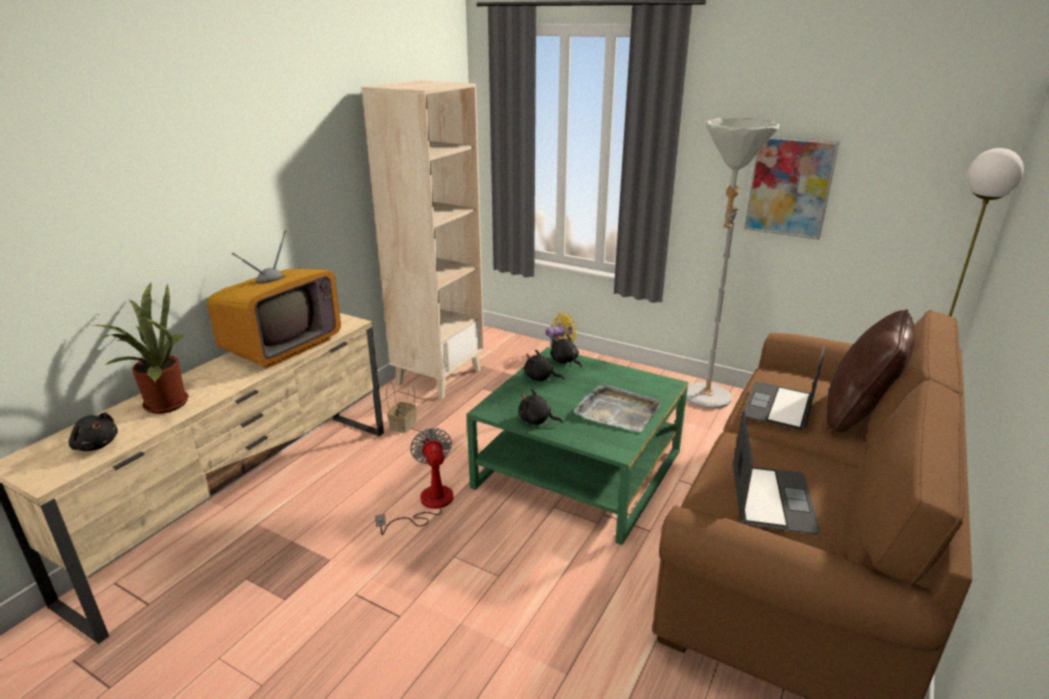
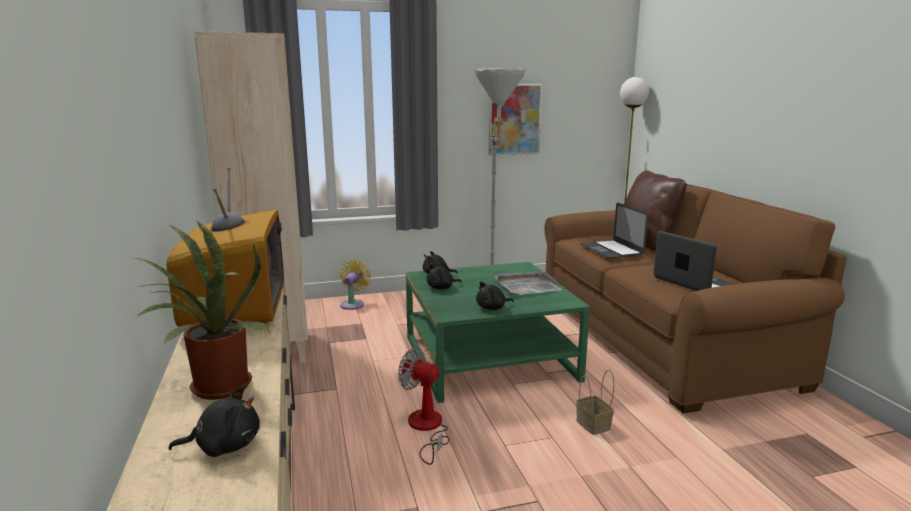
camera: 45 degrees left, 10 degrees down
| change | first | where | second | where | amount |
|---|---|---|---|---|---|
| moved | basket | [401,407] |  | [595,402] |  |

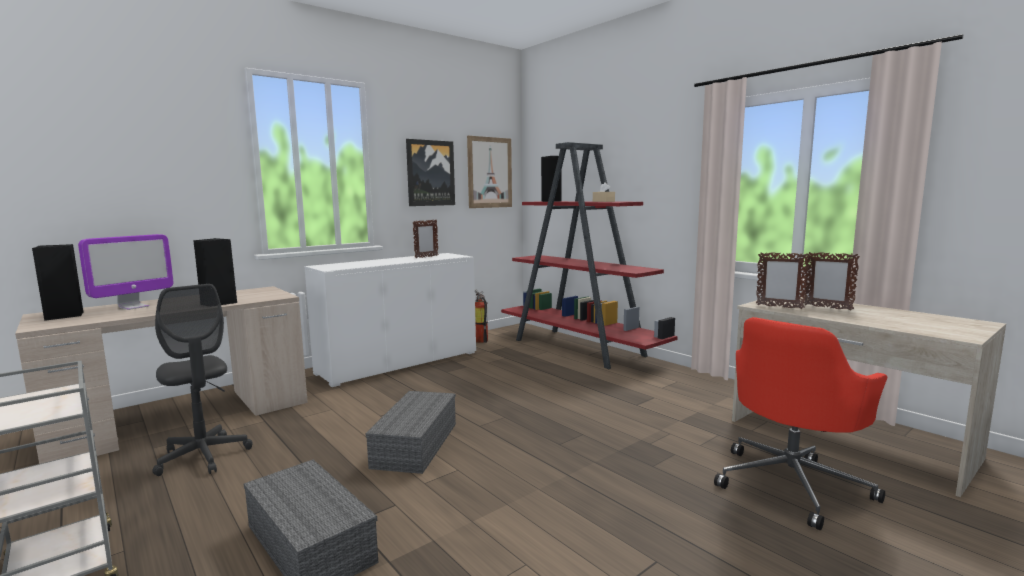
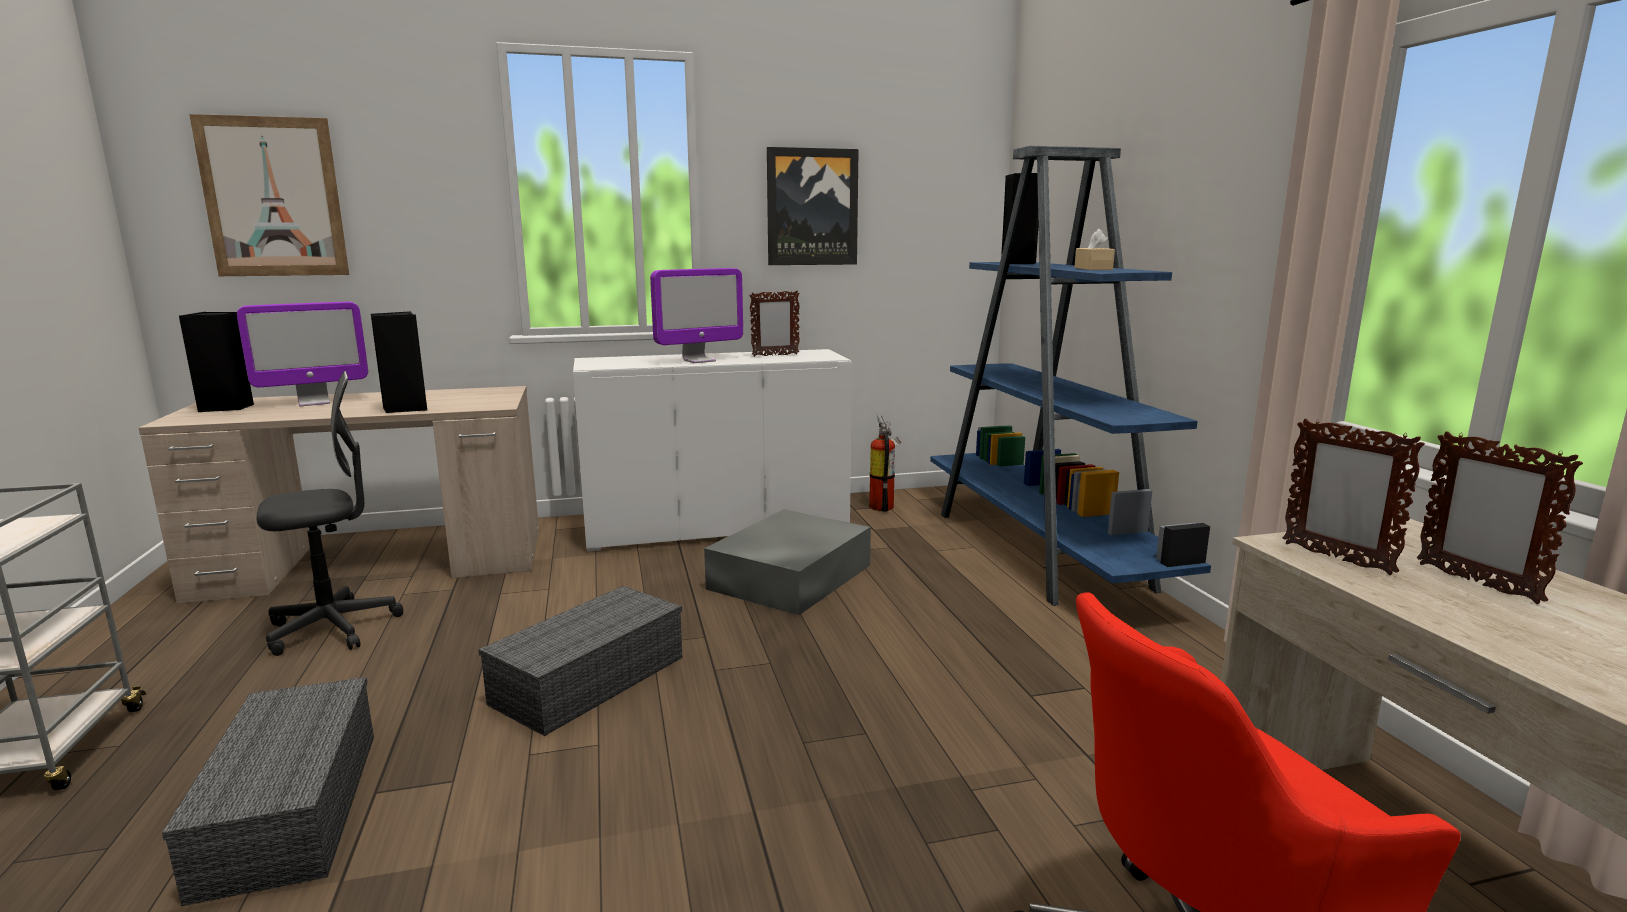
camera: 25 degrees right, 5 degrees up
| change | first | where | second | where | amount |
|---|---|---|---|---|---|
| moved | picture | [489,172] |  | [269,195] |  |
| recoloured | red bookcase | [589,255] | blue bookcase | [1070,376] |  |
| turned | grey office chair | [202,380] |  | [330,513] | 105 degrees counterclockwise |
| added |  |  | monitor | [696,315] |  |
| added |  |  | grey storage box | [787,562] |  |

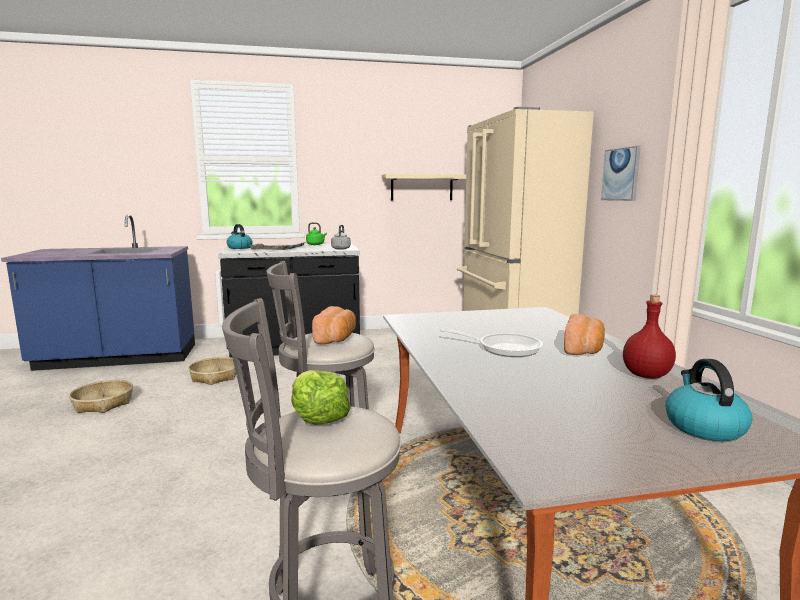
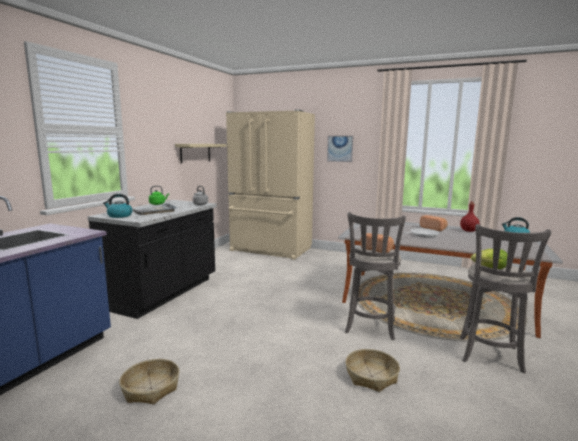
camera: 55 degrees left, 0 degrees up
| change | first | where | second | where | amount |
|---|---|---|---|---|---|
| moved | basket | [212,371] |  | [373,370] |  |

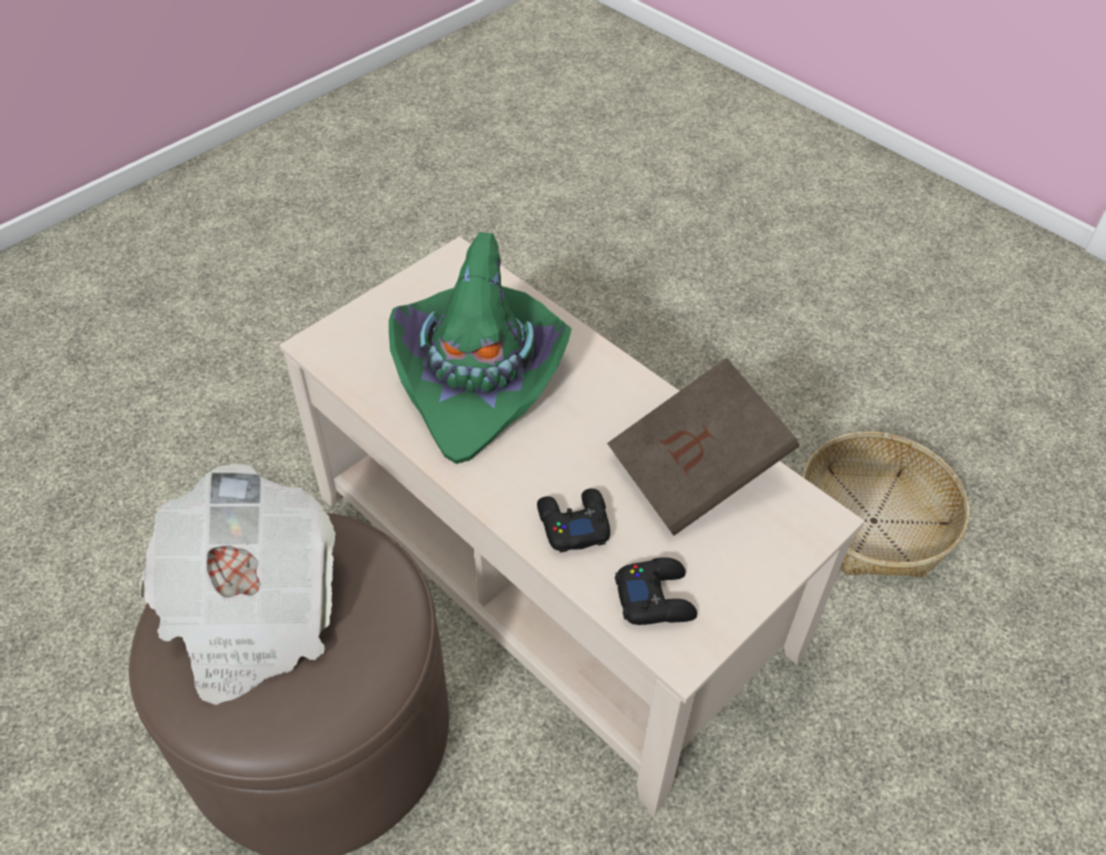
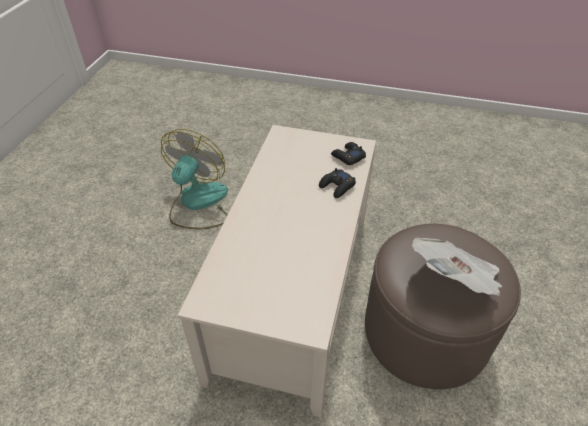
camera: 120 degrees left, 5 degrees down
| change | first | where | second | where | amount |
|---|---|---|---|---|---|
| removed | green hat | [480,348] |  |  |  |
| removed | brown book | [703,447] |  |  |  |
| replaced | basket | [885,504] | fan | [194,179] |  |

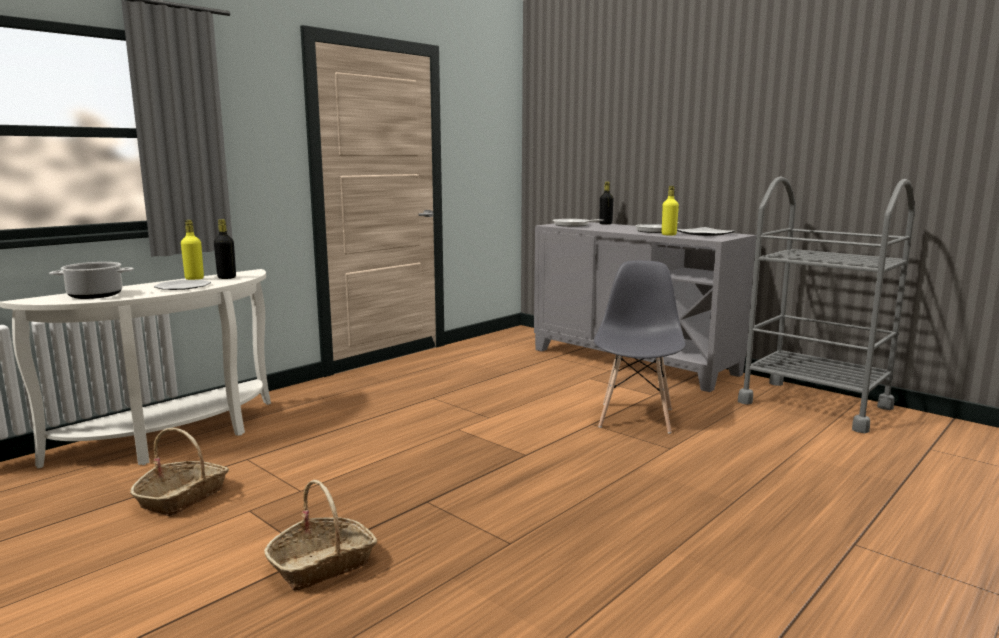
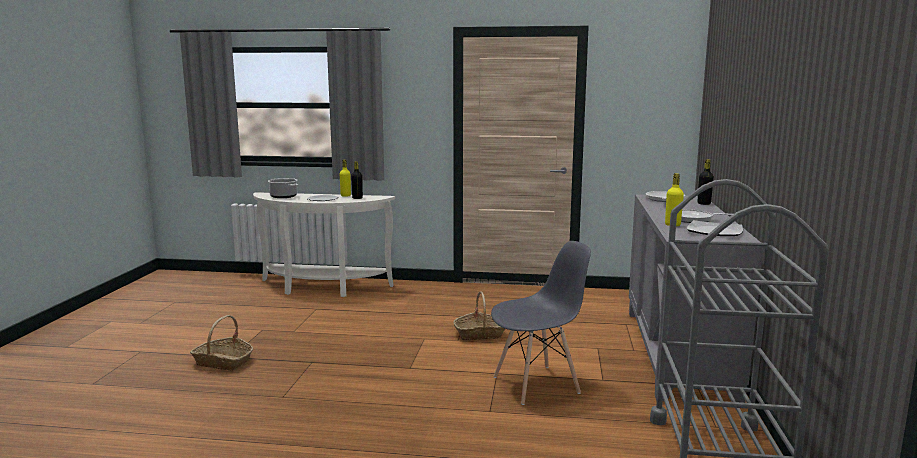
camera: 55 degrees right, 0 degrees up
| change | first | where | second | where | amount |
|---|---|---|---|---|---|
| moved | basket | [179,472] |  | [479,316] |  |

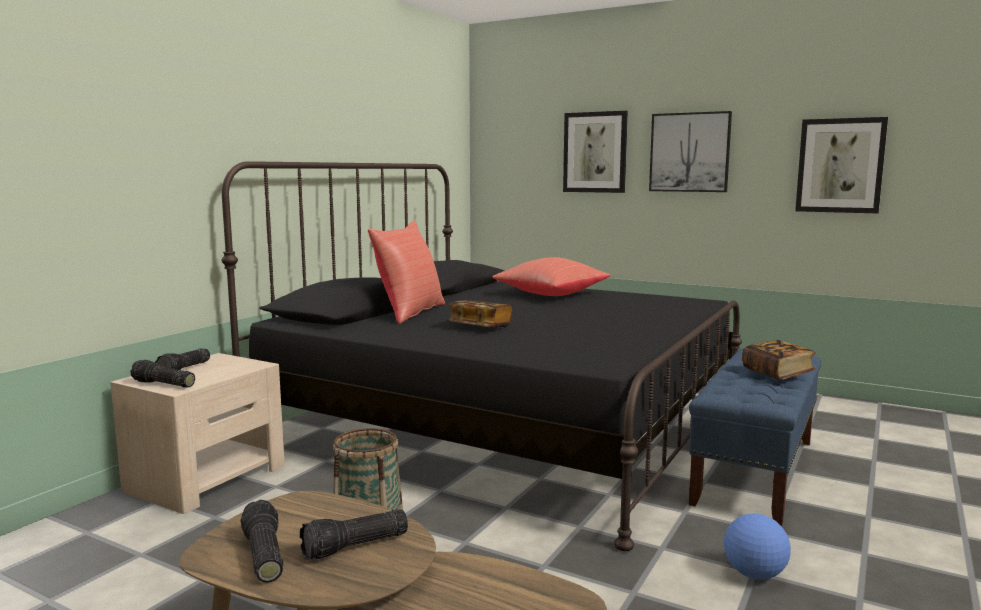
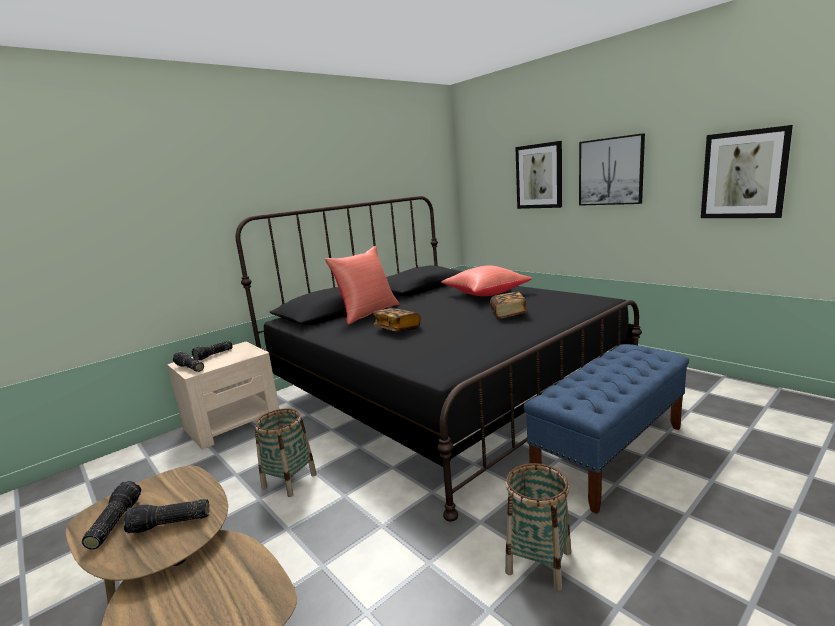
camera: 20 degrees right, 5 degrees up
| change | first | where | second | where | amount |
|---|---|---|---|---|---|
| moved | book | [779,360] |  | [509,305] |  |
| replaced | football | [757,546] | basket | [538,527] |  |

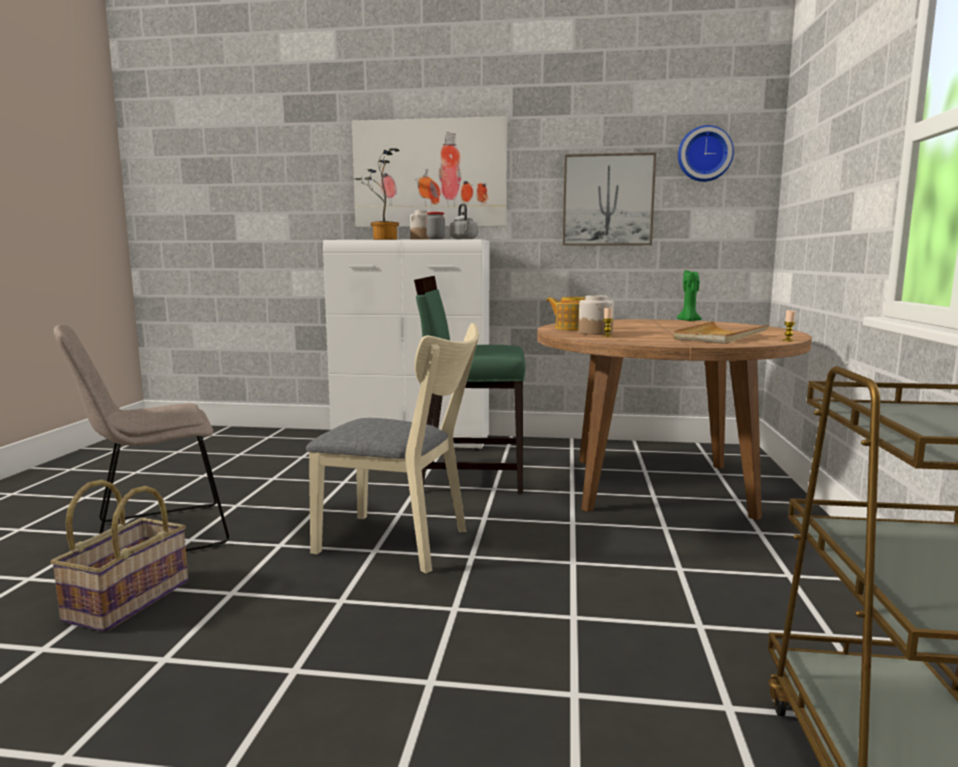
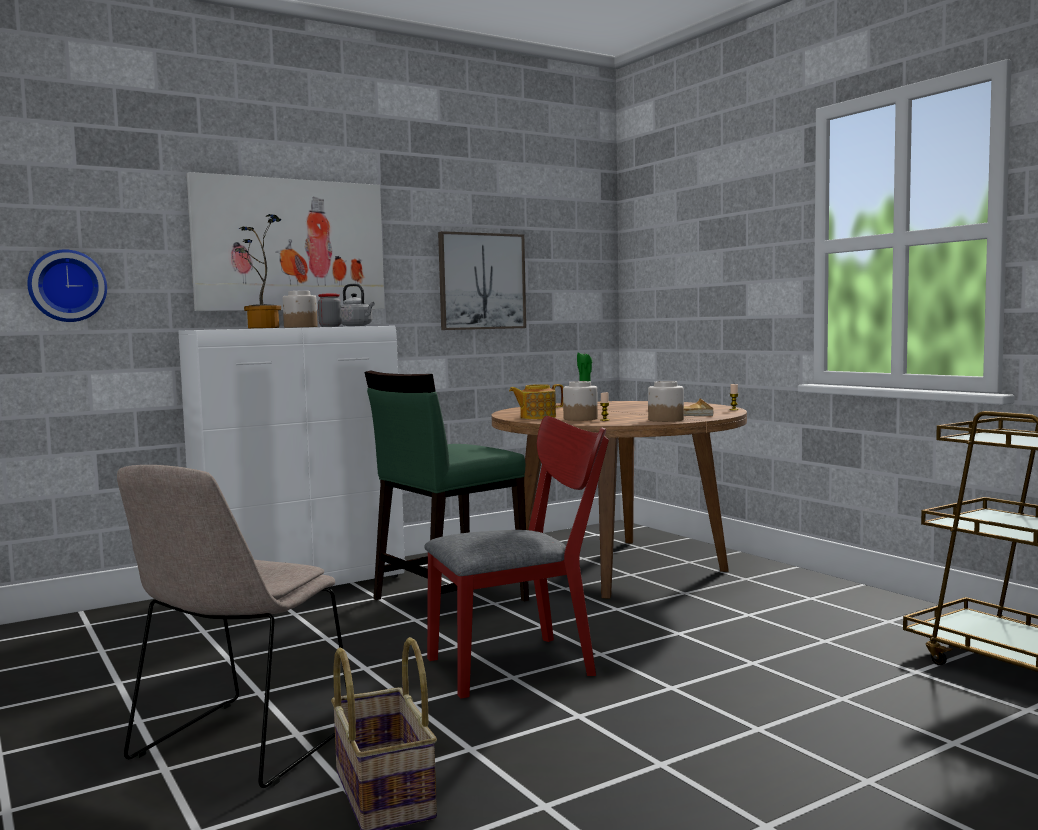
camera: 40 degrees left, 5 degrees down
| change | first | where | second | where | amount |
|---|---|---|---|---|---|
| moved | wall clock | [706,153] |  | [67,285] |  |
| recoloured | beige chair | [392,448] | red chair | [517,557] |  |
| added |  |  | jar | [666,401] |  |

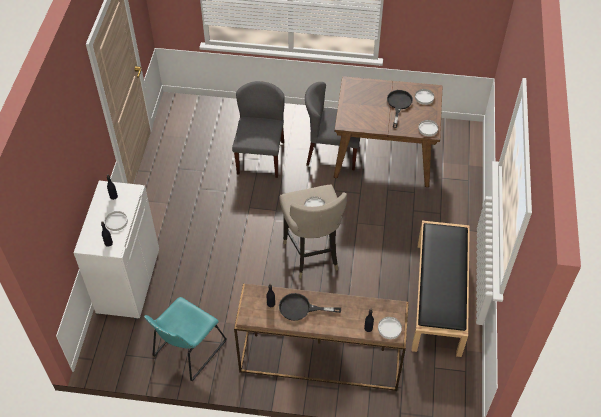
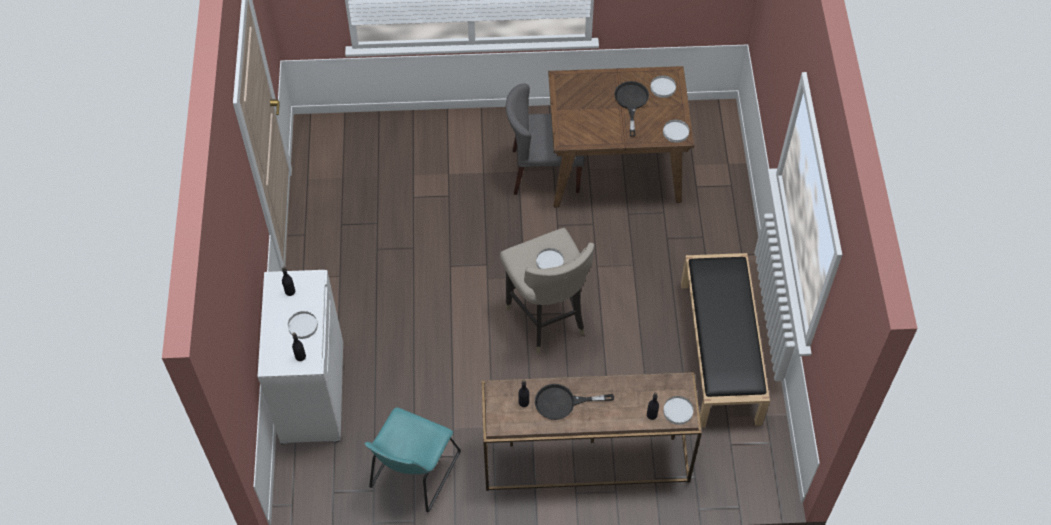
camera: 10 degrees left, 5 degrees up
| change | first | where | second | where | amount |
|---|---|---|---|---|---|
| removed | grey chair | [258,129] |  |  |  |

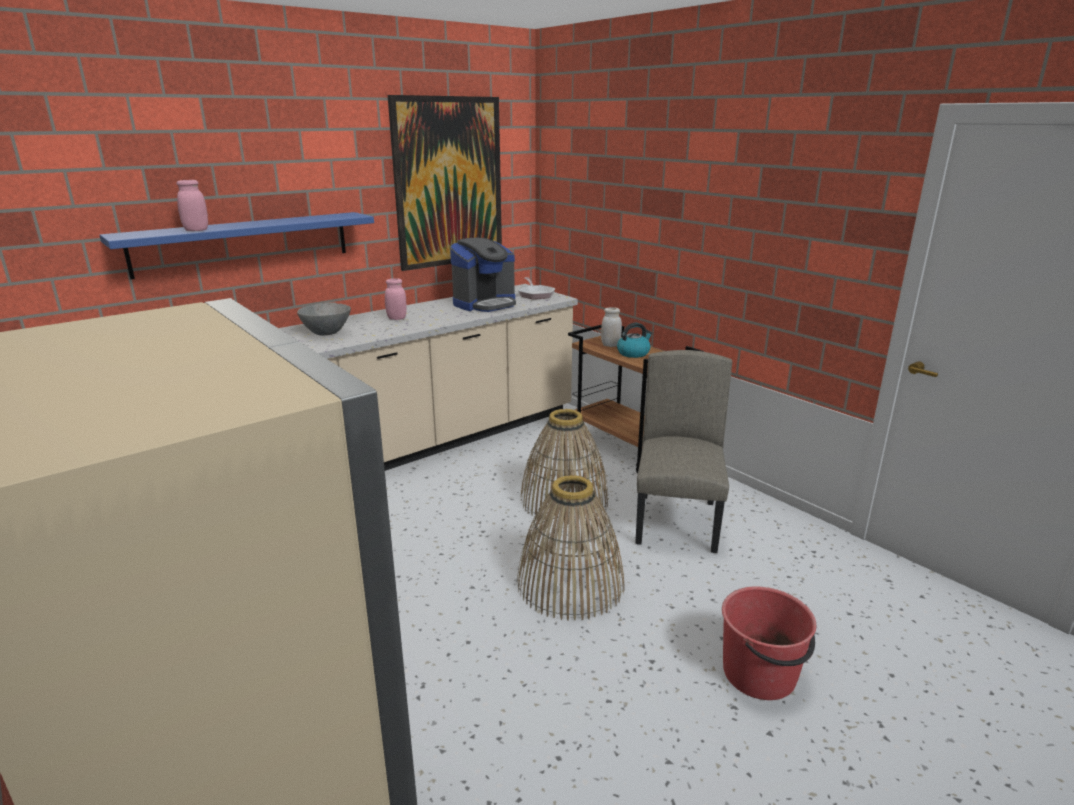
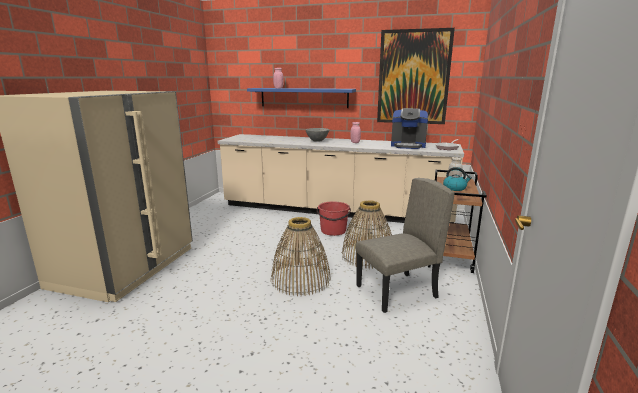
camera: 55 degrees right, 5 degrees down
| change | first | where | second | where | amount |
|---|---|---|---|---|---|
| moved | red bucket | [769,643] |  | [334,218] |  |

